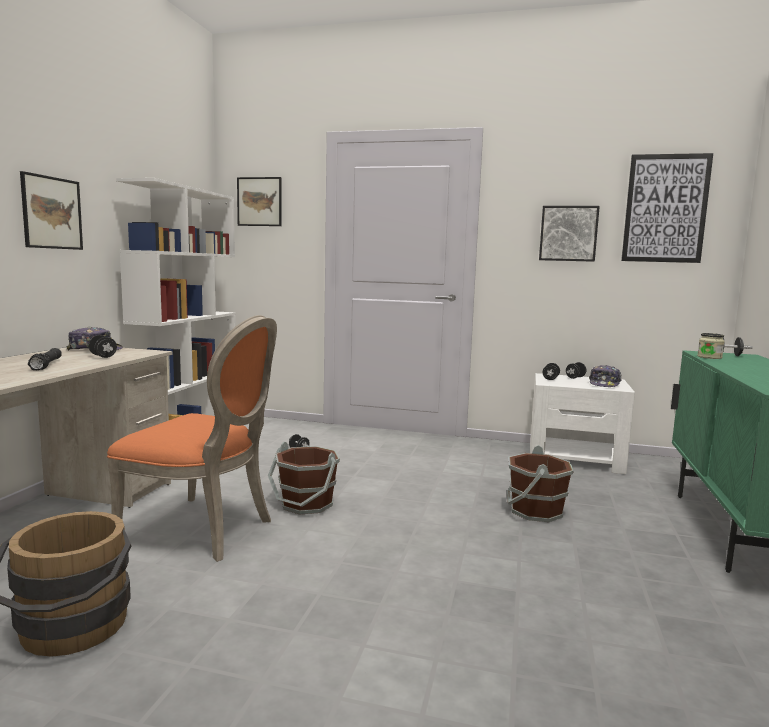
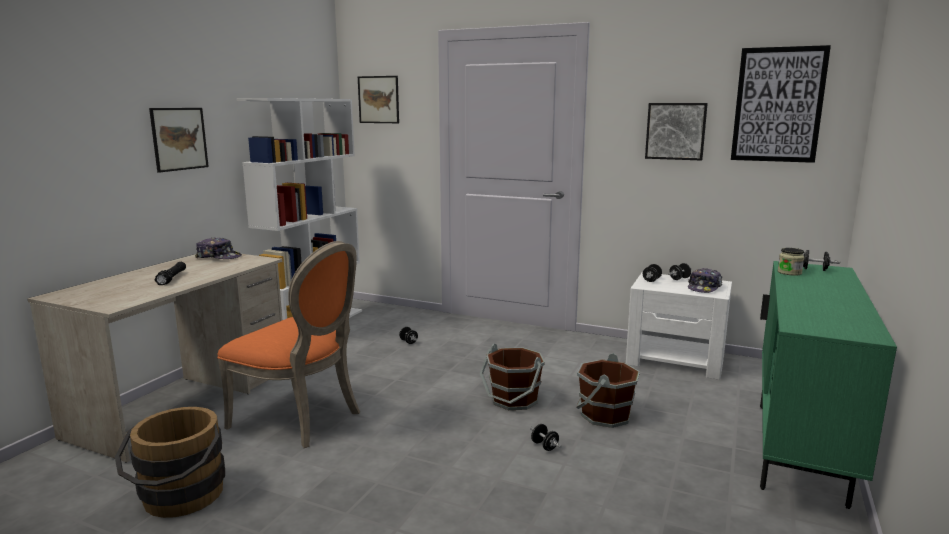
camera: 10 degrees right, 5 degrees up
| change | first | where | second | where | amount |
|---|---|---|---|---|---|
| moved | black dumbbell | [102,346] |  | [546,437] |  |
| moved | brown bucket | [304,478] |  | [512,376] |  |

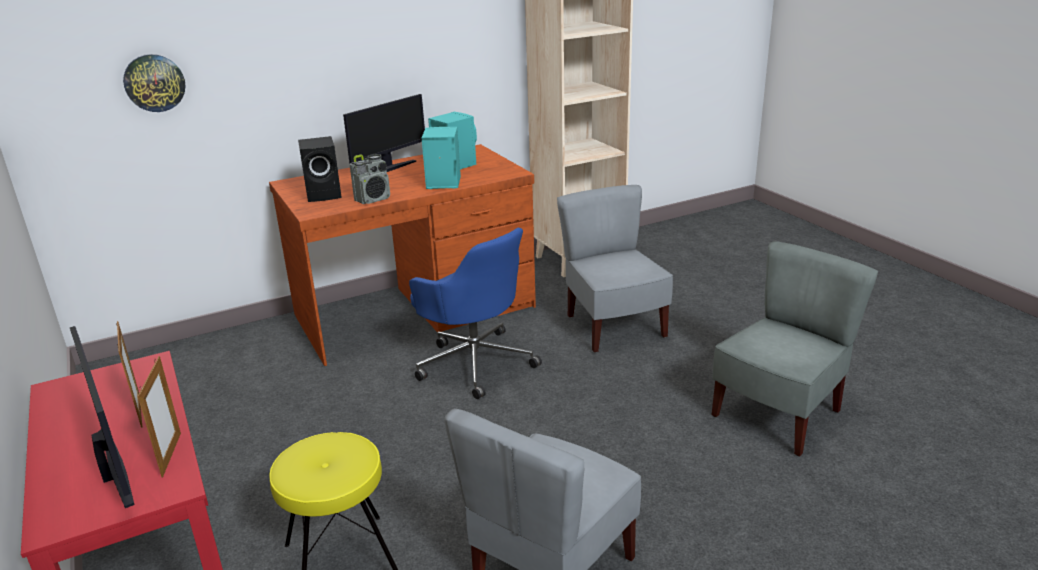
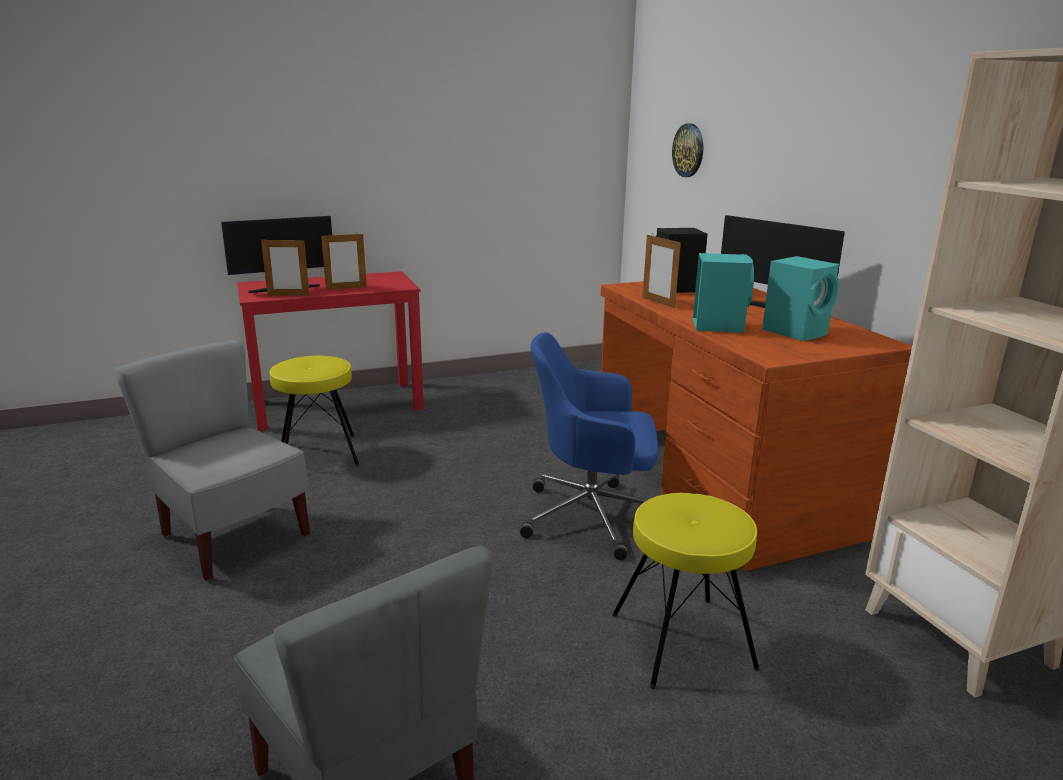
camera: 95 degrees right, 5 degrees down
| change | first | where | second | where | amount |
|---|---|---|---|---|---|
| replaced | radio | [370,179] | picture frame | [662,271] |  |
| replaced | grey chair | [615,269] | yellow stool | [686,591] |  |
| turned | blue office chair | [475,313] |  | [589,446] | 45 degrees clockwise |

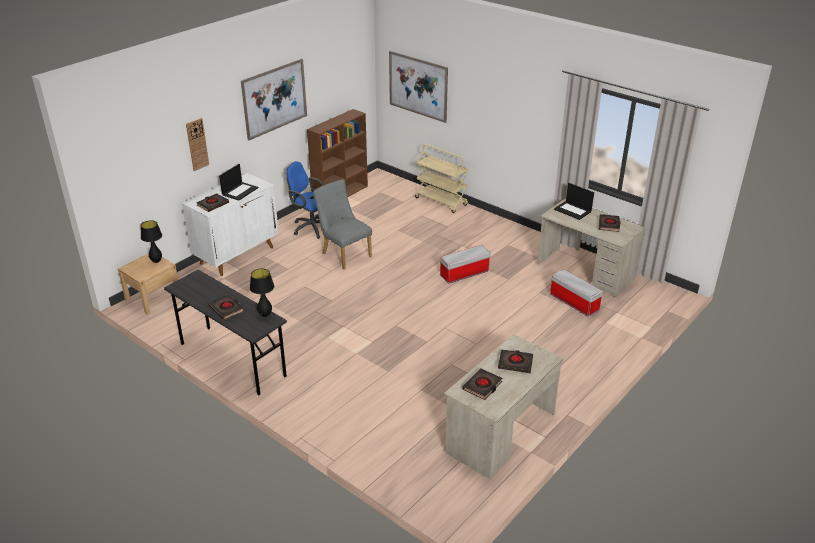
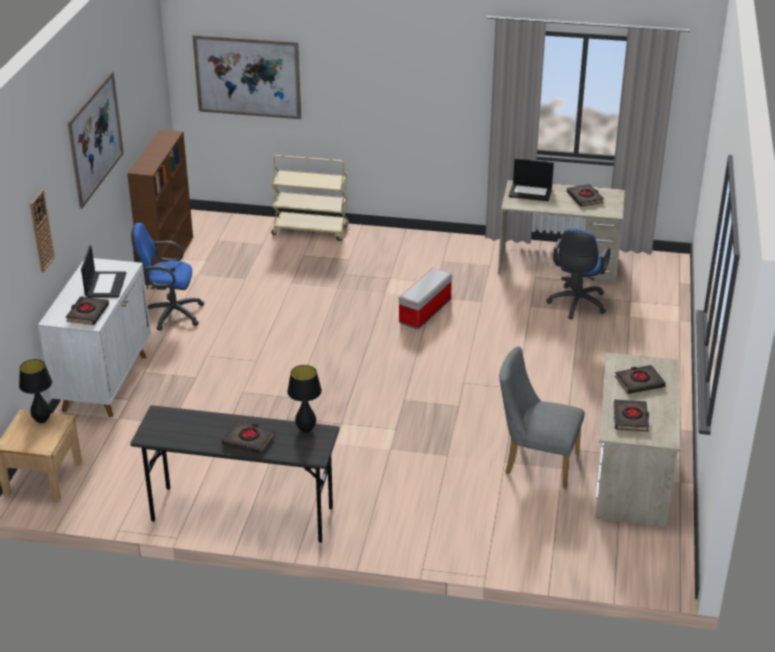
camera: 30 degrees left, 0 degrees up
| change | first | where | second | where | amount |
|---|---|---|---|---|---|
| moved | grey chair | [342,225] |  | [542,417] |  |
| replaced | storage box | [576,292] | blue office chair | [578,273] |  |

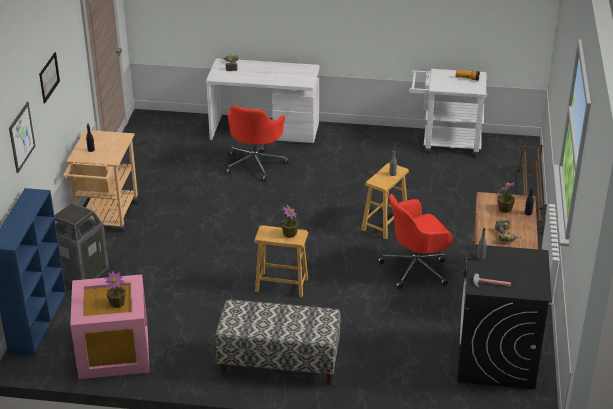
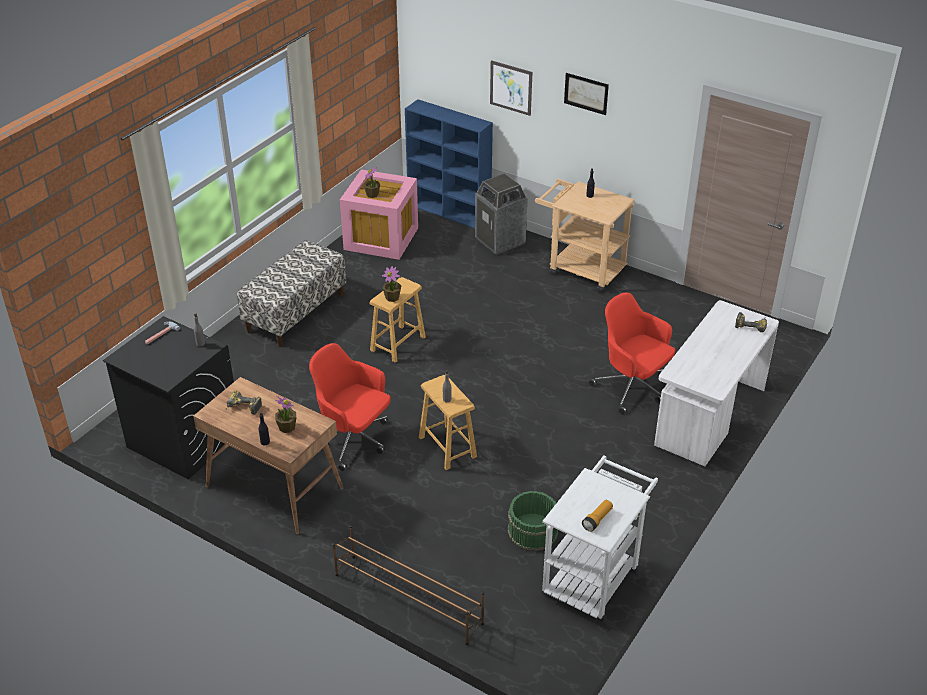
camera: 115 degrees right, 5 degrees up
| change | first | where | second | where | amount |
|---|---|---|---|---|---|
| turned | red office chair | [415,241] |  | [350,407] | 60 degrees counterclockwise |
| added |  |  | green bucket | [532,521] |  |

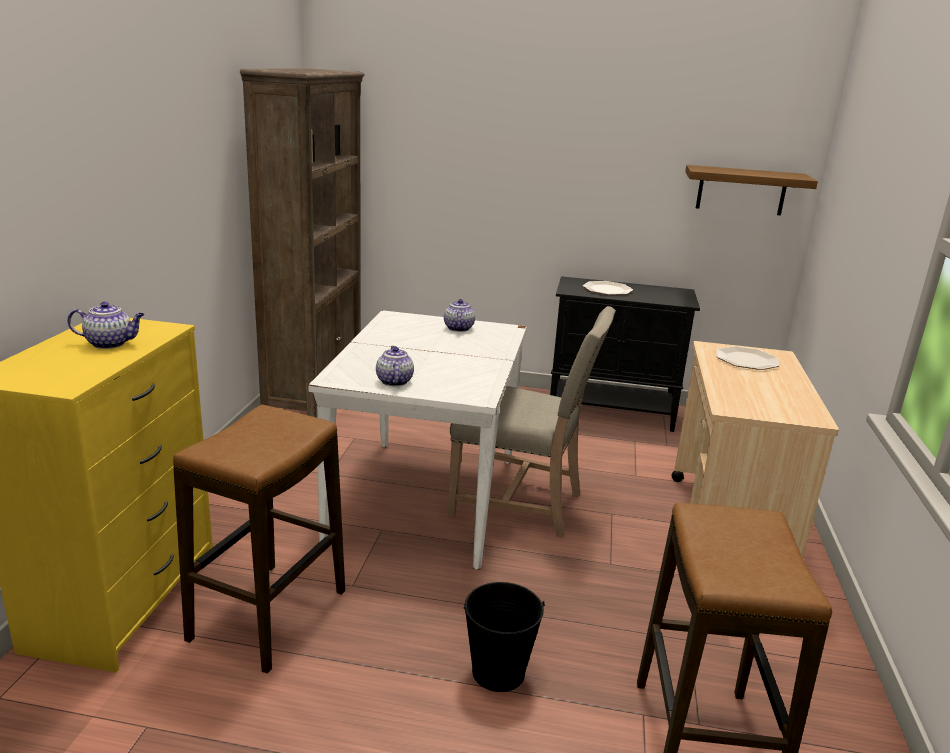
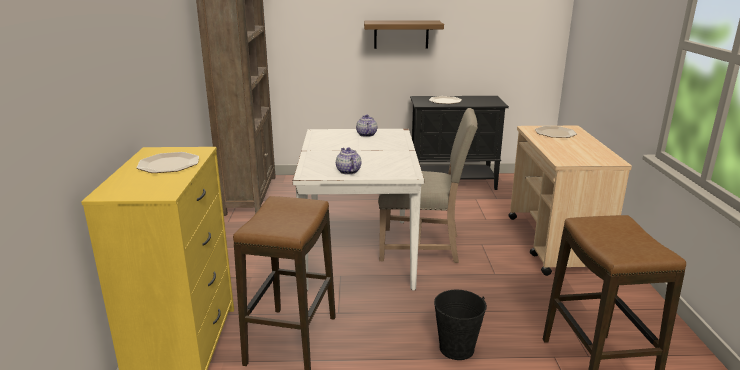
camera: 10 degrees left, 0 degrees up
| change | first | where | second | where | amount |
|---|---|---|---|---|---|
| moved | shelf | [751,190] |  | [404,34] |  |
| replaced | teapot | [106,325] | plate | [168,162] |  |

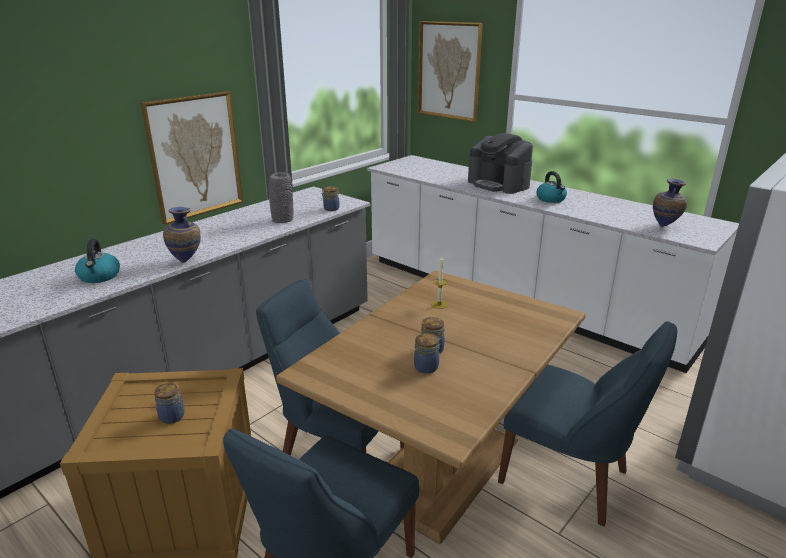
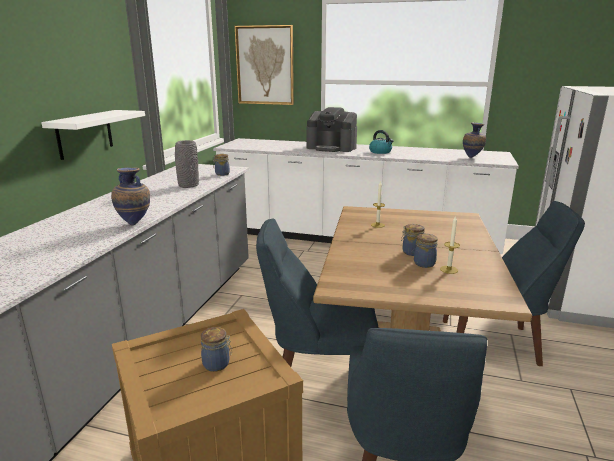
camera: 25 degrees left, 5 degrees down
| change | first | where | second | where | amount |
|---|---|---|---|---|---|
| replaced | picture | [191,158] | white shelf | [93,135] |  |
| removed | kettle | [97,261] |  |  |  |
| added |  |  | candle | [450,245] |  |

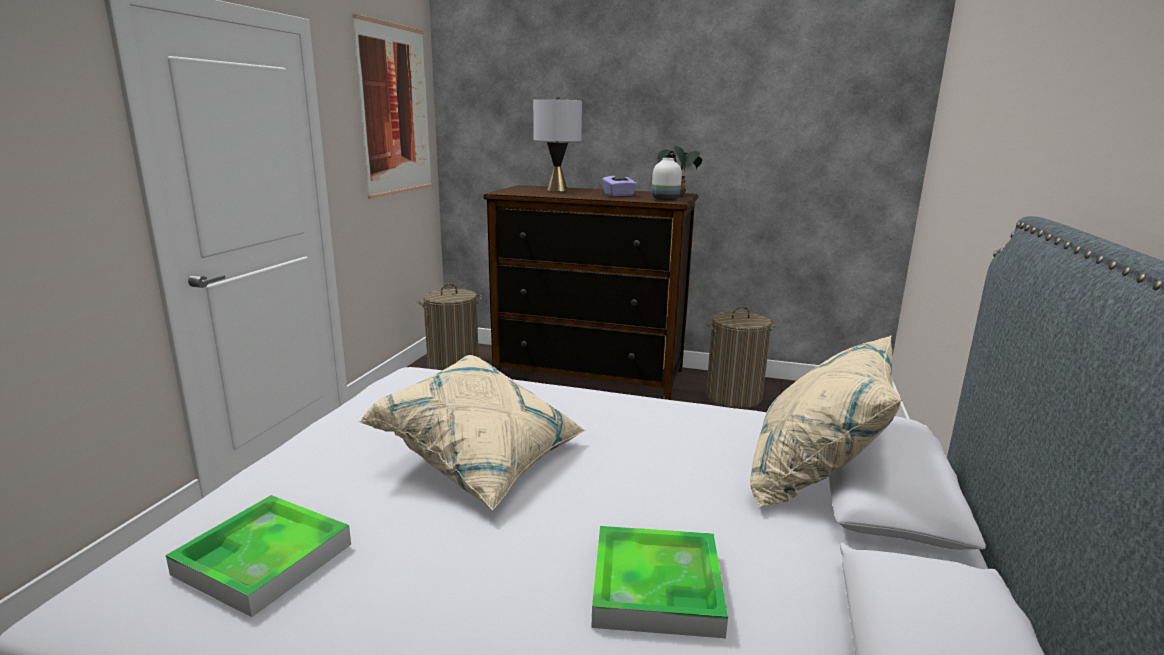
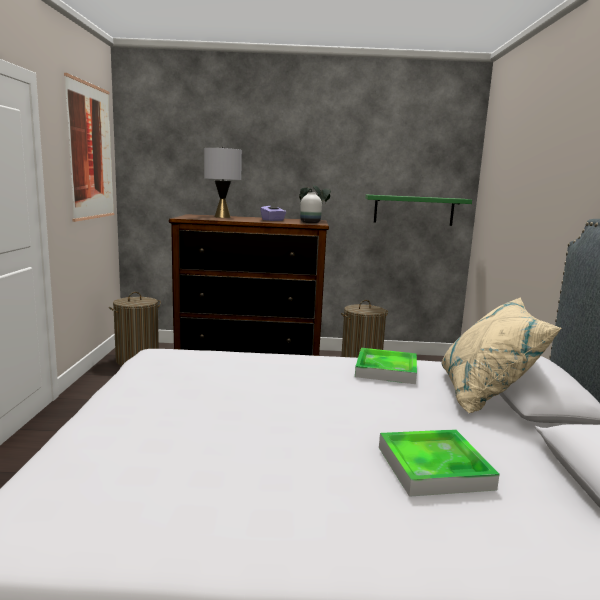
camera: 15 degrees left, 5 degrees down
| change | first | where | second | where | amount |
|---|---|---|---|---|---|
| removed | beige pillow | [472,433] |  |  |  |
| moved | tray | [258,556] |  | [386,366] |  |
| added |  |  | green shelf | [418,210] |  |

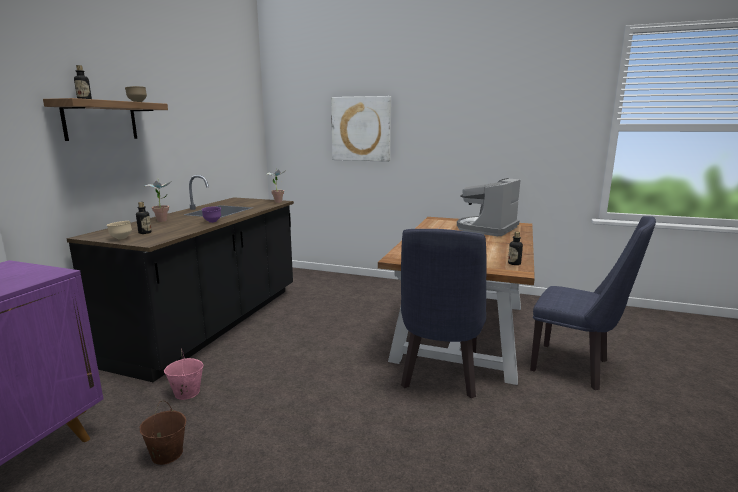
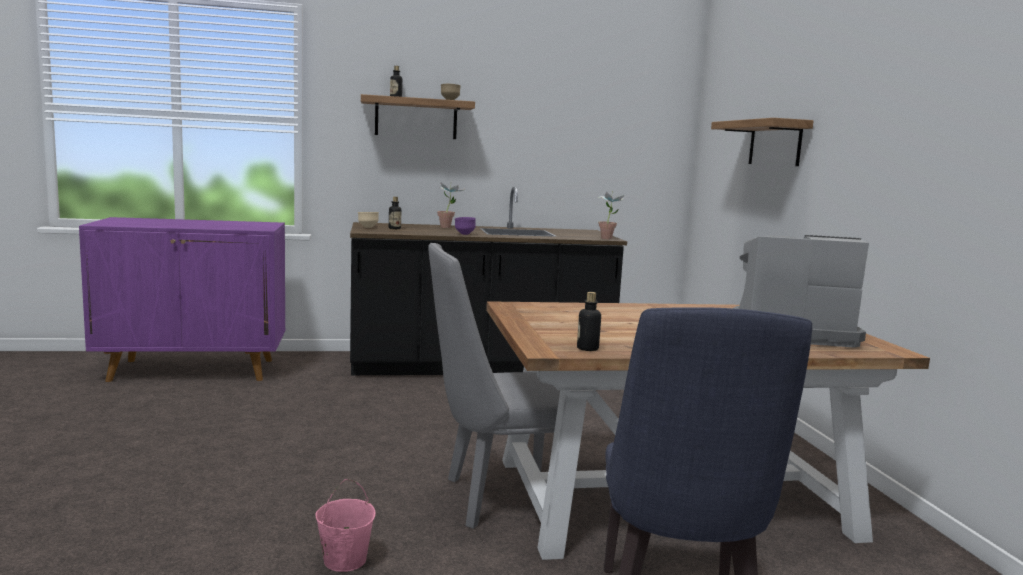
camera: 60 degrees right, 5 degrees down
| change | first | where | second | where | amount |
|---|---|---|---|---|---|
| replaced | picture | [361,129] | shelf | [762,142] |  |
| recoloured | blue chair | [443,313] | grey chair | [494,386] |  |
| moved | pink bucket | [184,374] |  | [345,525] |  |
| removed | brown bucket | [163,433] |  |  |  |

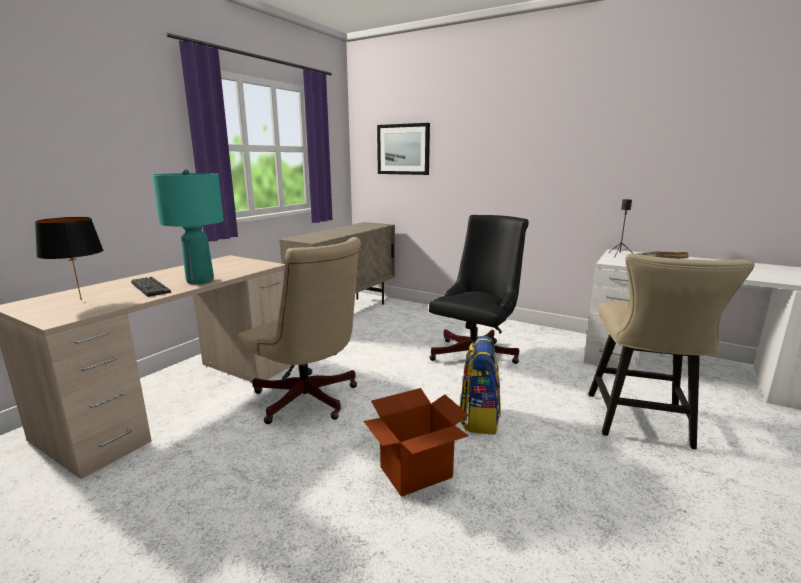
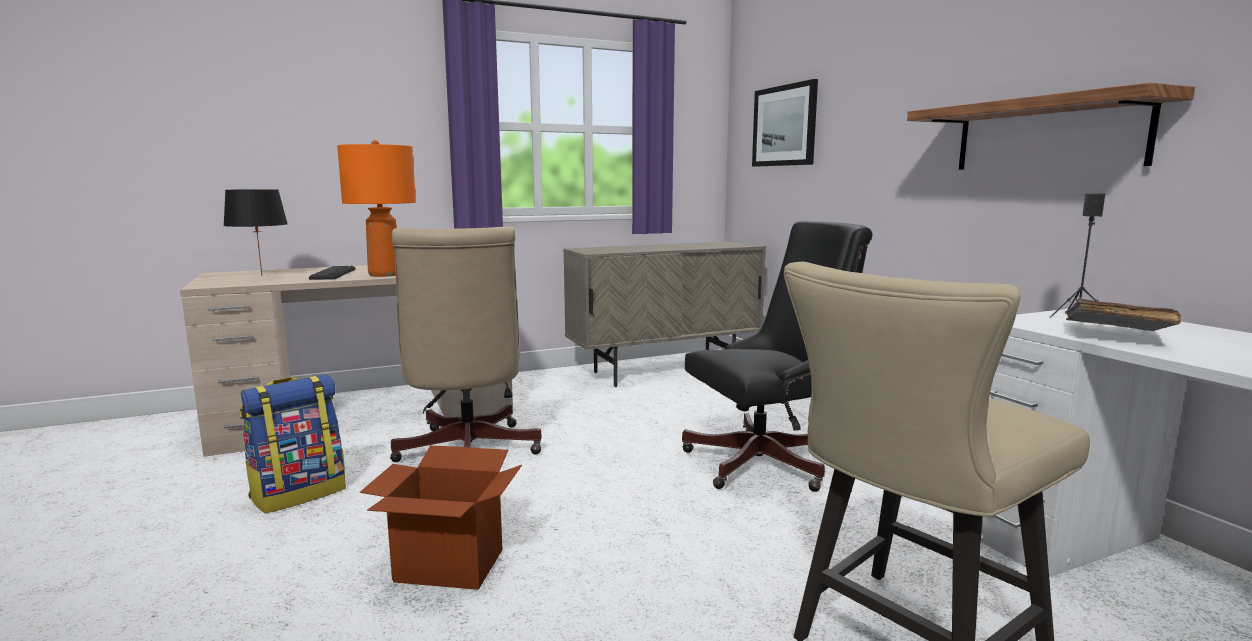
camera: 35 degrees right, 5 degrees down
| change | first | where | second | where | amount |
|---|---|---|---|---|---|
| recoloured | turquoise table lamp | [188,226] | orange table lamp | [376,208] |  |
| moved | backpack | [480,385] |  | [293,443] |  |
| added |  |  | shelf | [1051,126] |  |

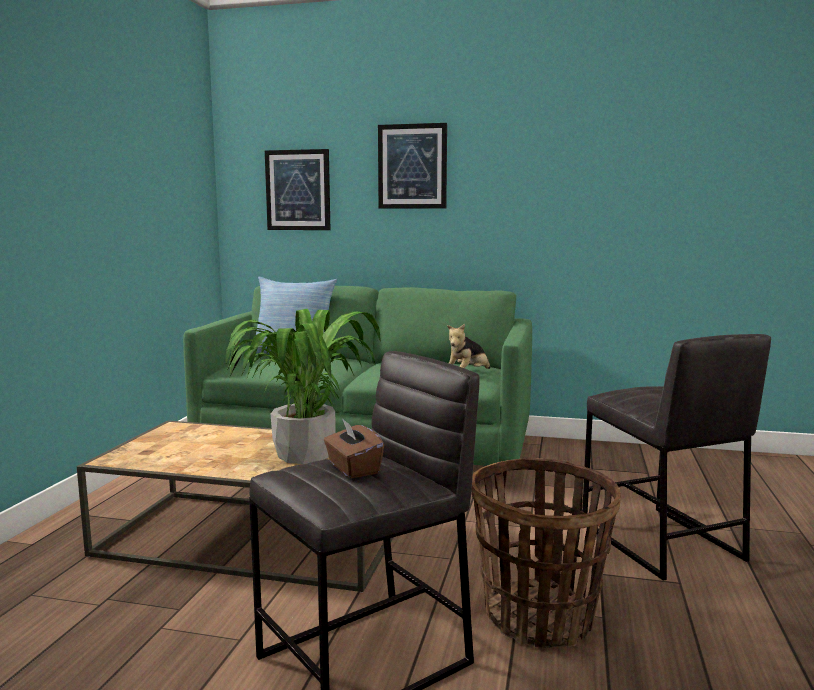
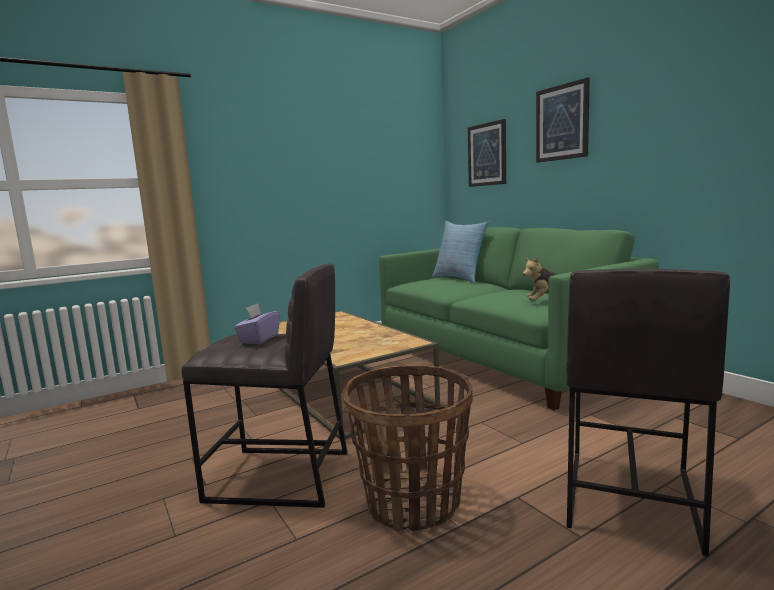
camera: 45 degrees right, 0 degrees up
| change | first | where | second | where | amount |
|---|---|---|---|---|---|
| removed | potted plant | [303,386] |  |  |  |
| recoloured | brown tissue box | [354,448] | purple tissue box | [257,323] |  |

